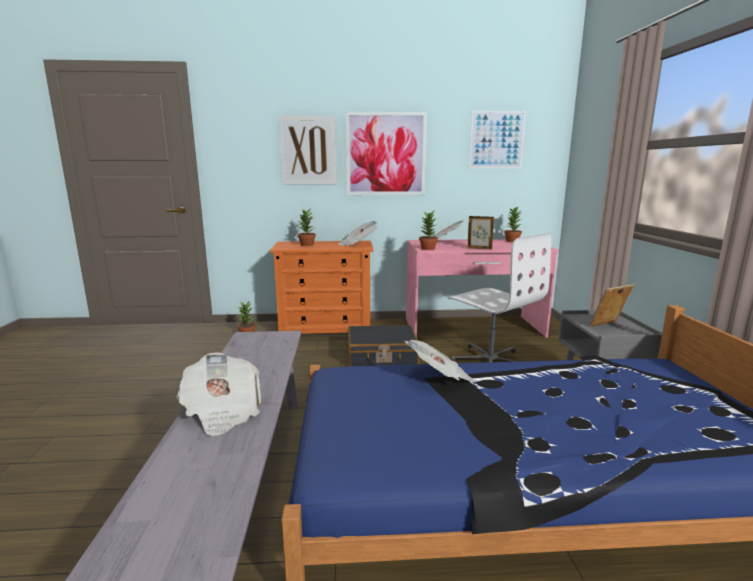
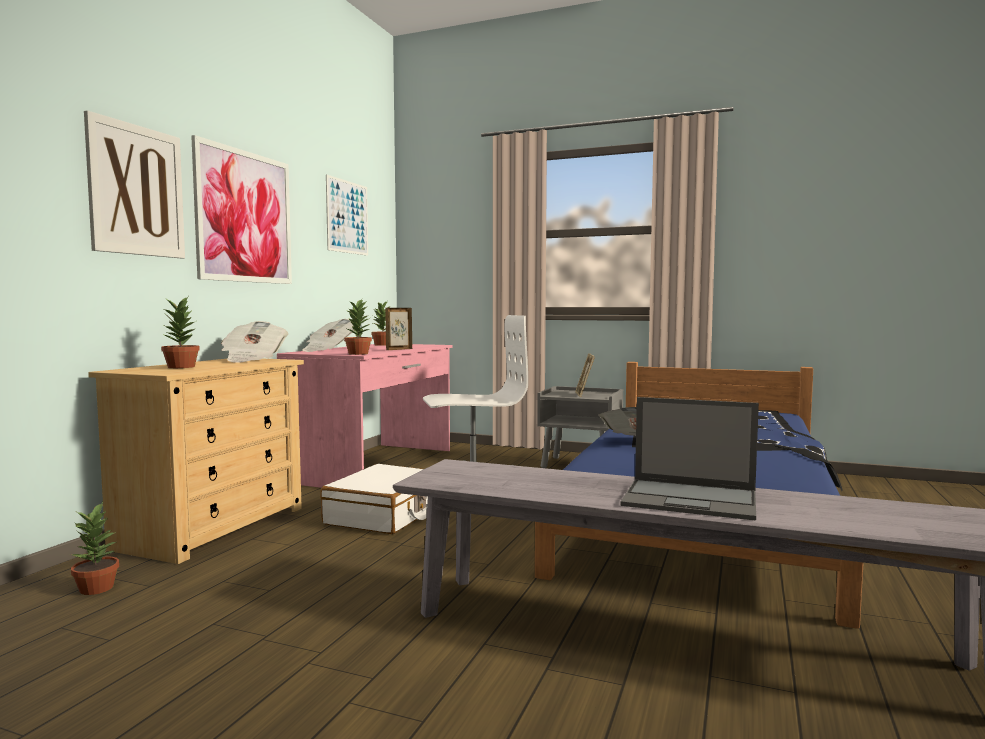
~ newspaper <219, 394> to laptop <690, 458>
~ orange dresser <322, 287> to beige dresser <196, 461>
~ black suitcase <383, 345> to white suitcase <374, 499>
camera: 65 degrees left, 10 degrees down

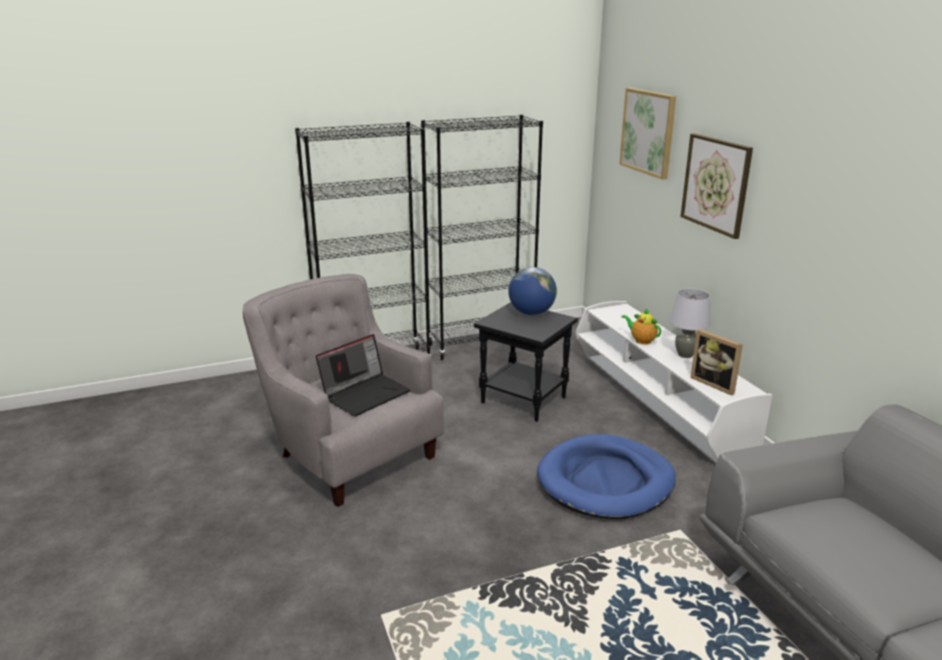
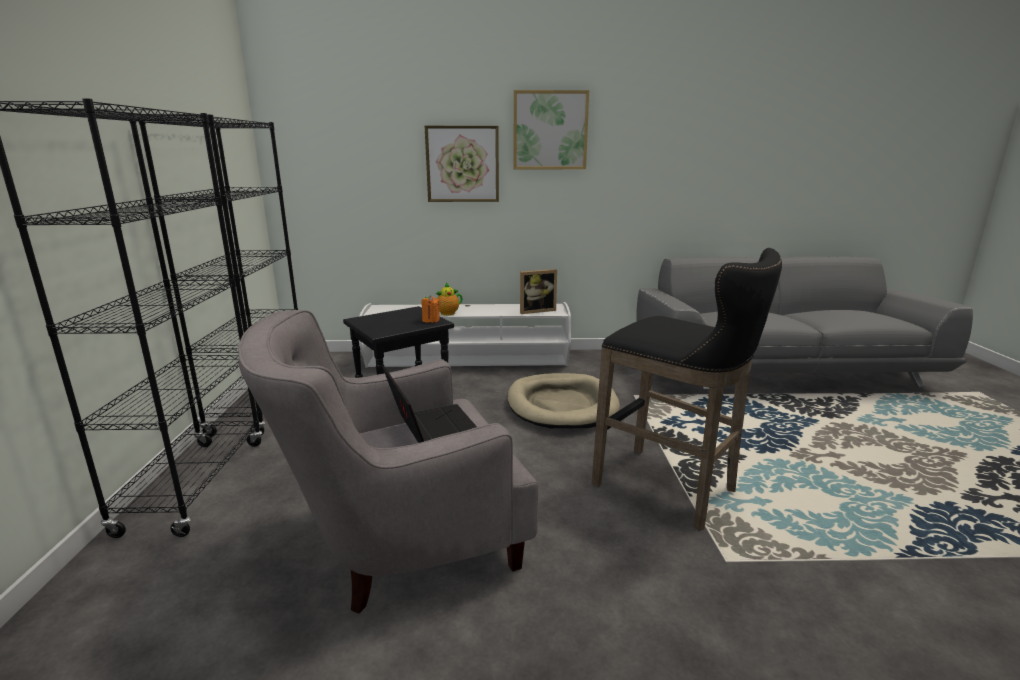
- globe <532, 291>
- grey table lamp <690, 323>
+ orange candle <430, 309>
+ black stool <687, 389>
~ picture <647, 134> to <551, 129>
~ blue dog bed <606, 476> to beige dog bed <563, 401>
camera: 70 degrees left, 5 degrees down

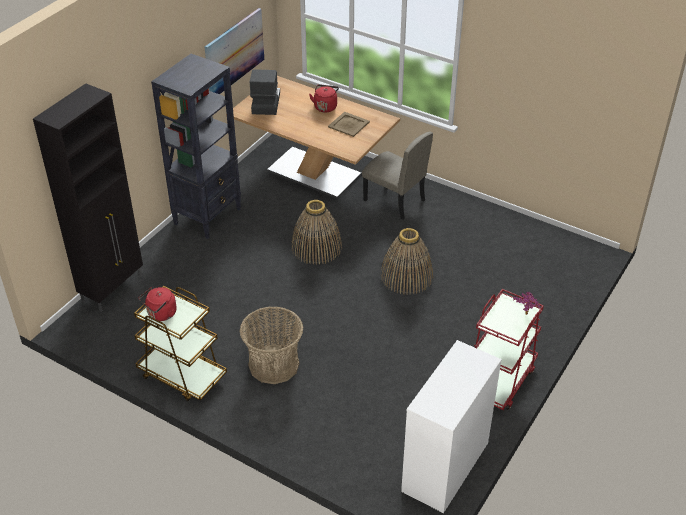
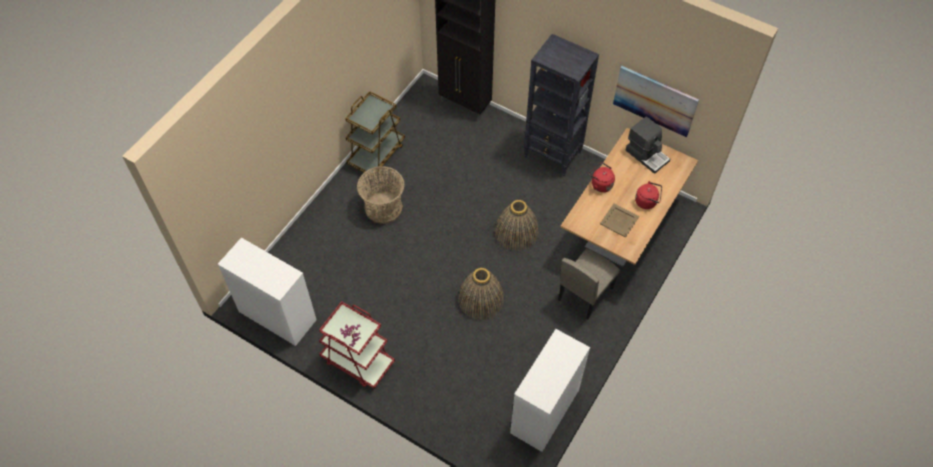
+ white dresser <550, 390>
~ red kettle <158, 304> to <602, 177>
~ coffee machine <265, 92> = <648, 145> 45 degrees clockwise
camera: 90 degrees right, 15 degrees up

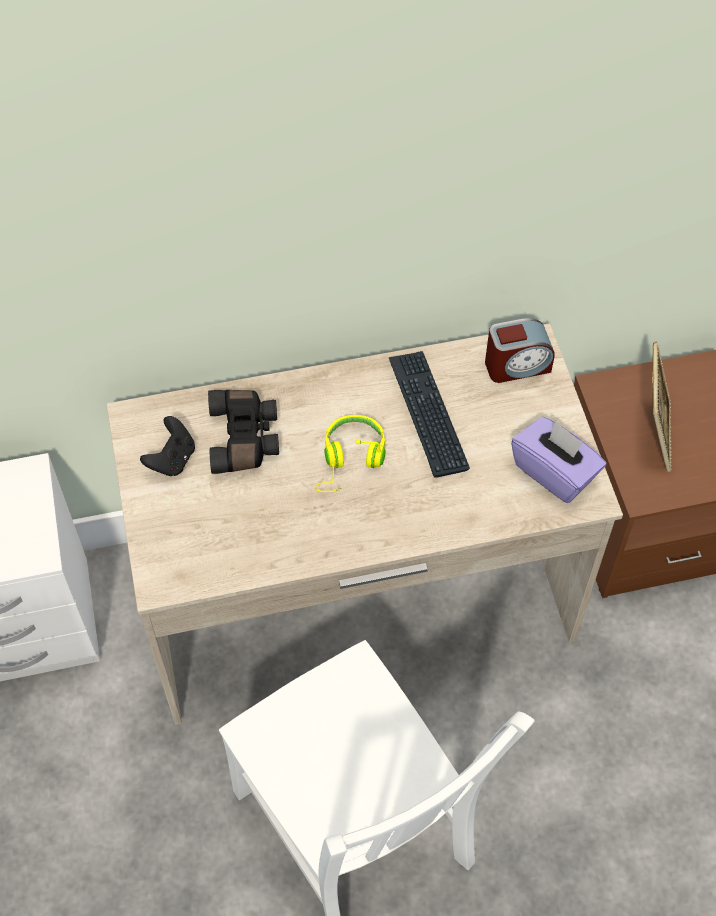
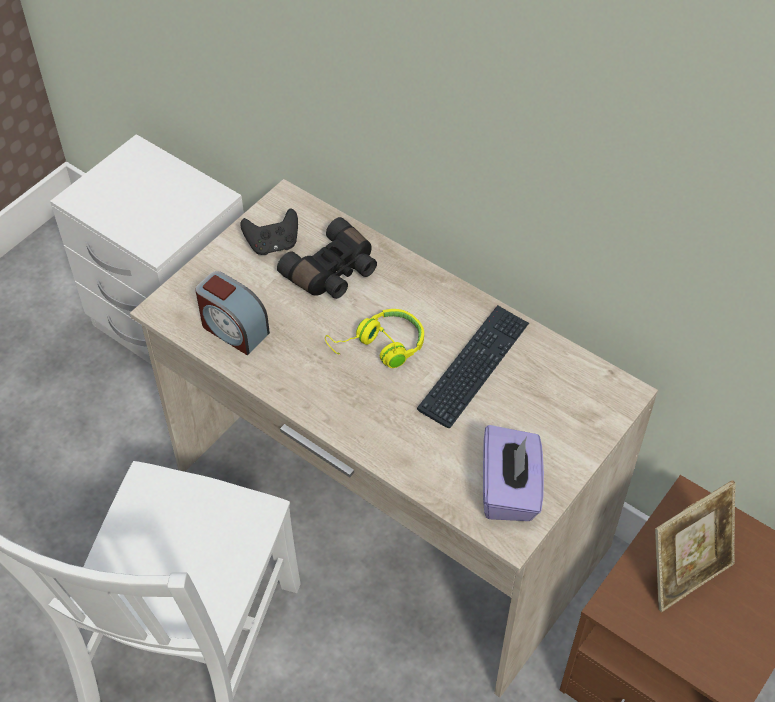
~ alarm clock <520, 350> to <233, 313>
camera: 50 degrees right, 5 degrees down

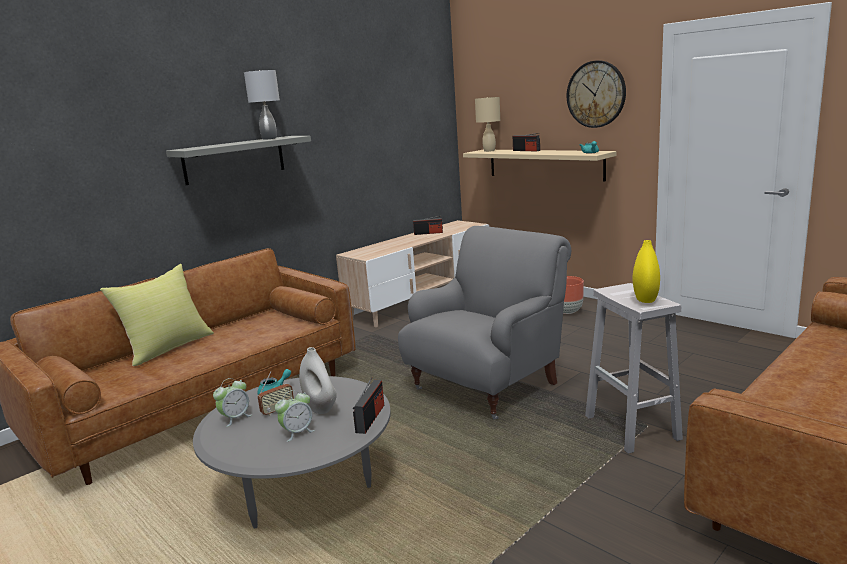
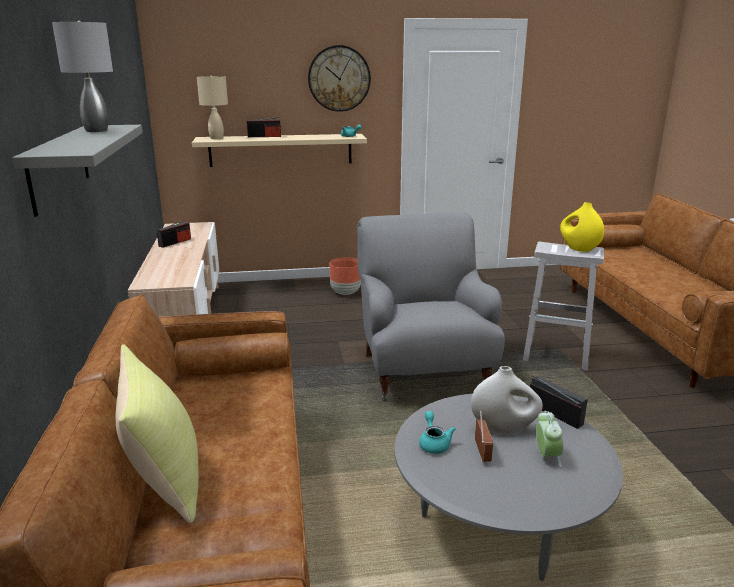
- alarm clock <232, 402>
camera: 55 degrees left, 5 degrees up

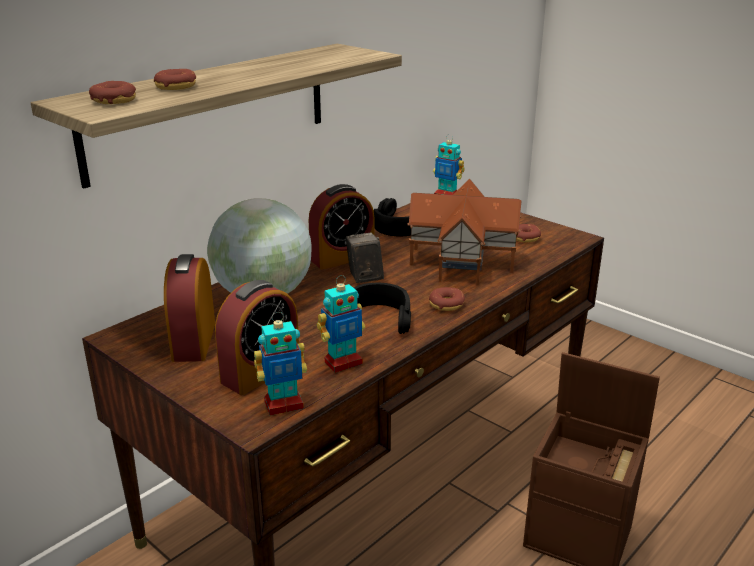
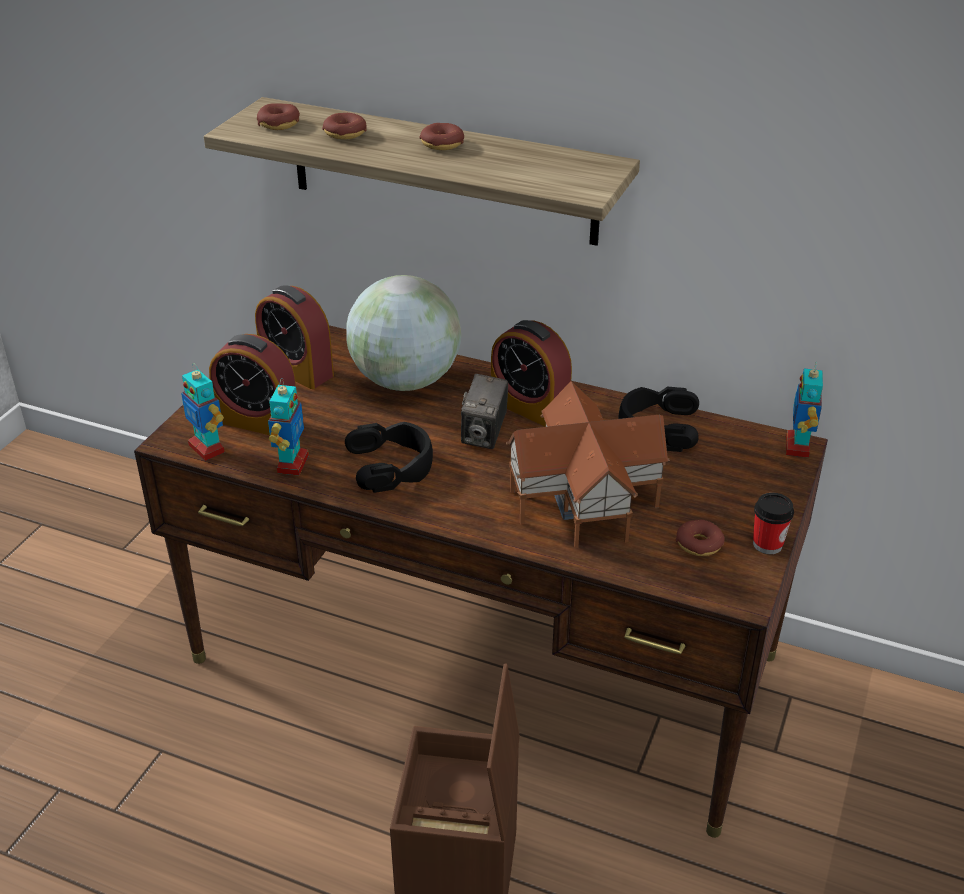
+ cup <773, 523>
~ donut <447, 299> to <442, 136>
~ alarm clock <189, 308> = <294, 337> 120 degrees counterclockwise
~ toy robot <341, 324> = <288, 427> 120 degrees counterclockwise
~ photo camera <365, 257> = <484, 411> 135 degrees clockwise
camera: 70 degrees right, 10 degrees up

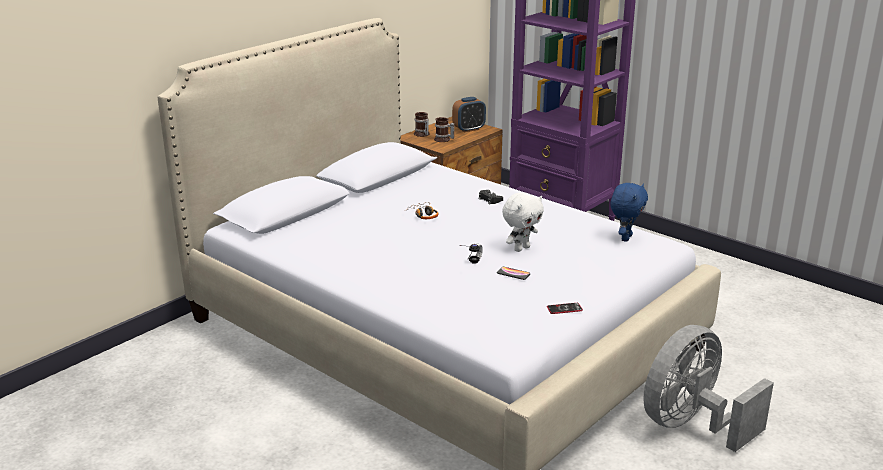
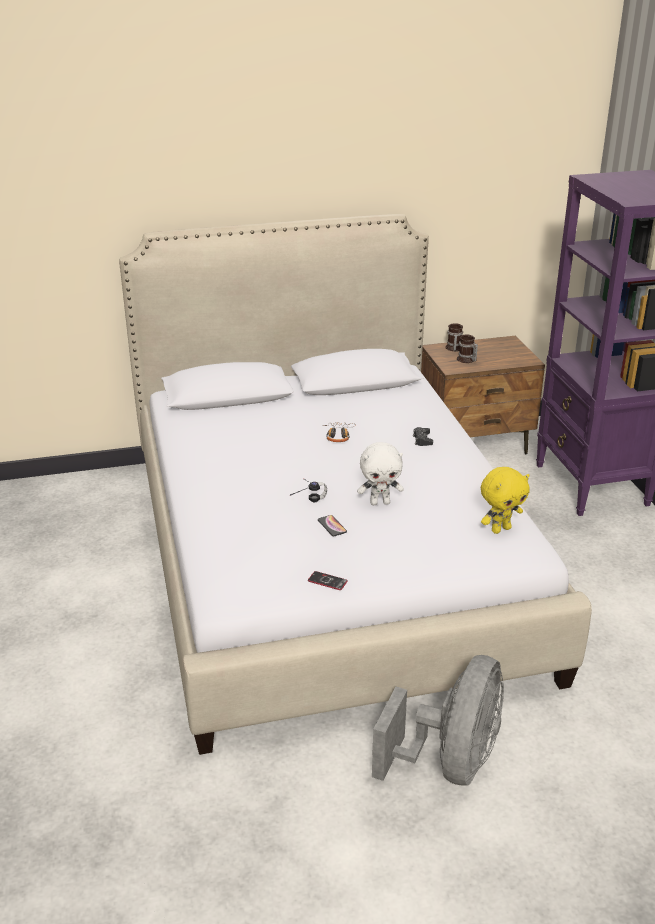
- alarm clock <469, 114>
~ blue plush toy <629, 212> to yellow plush toy <505, 500>
~ grey fan <708, 388> = <438, 720> 120 degrees clockwise
camera: 35 degrees right, 5 degrees up

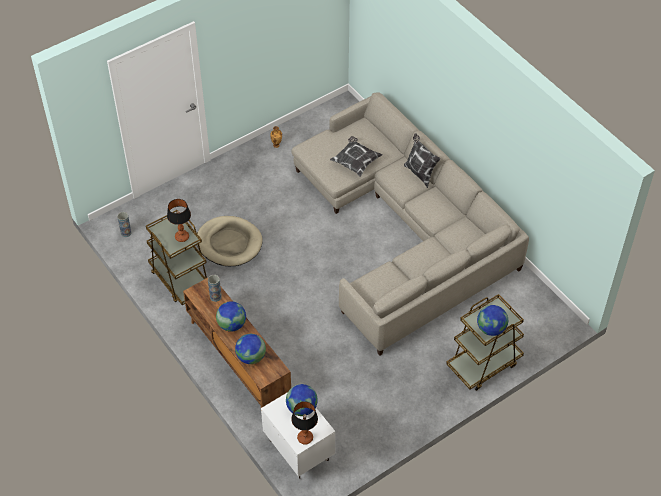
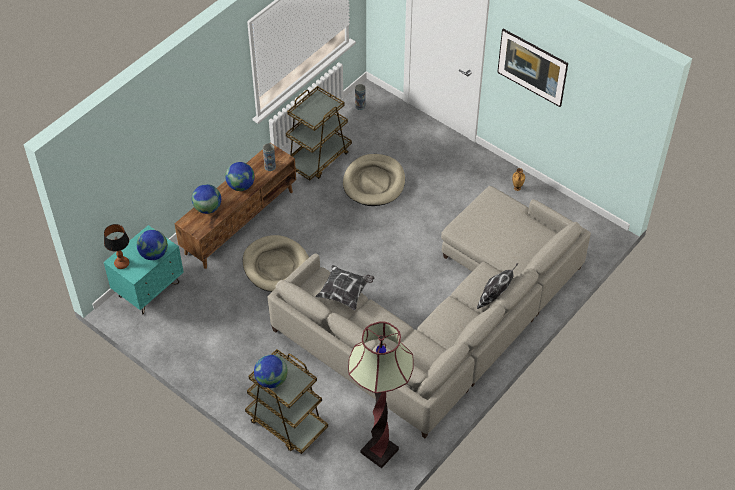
- table lamp <179, 220>
+ beige dog bed <275, 263>
+ floor lamp <381, 395>
+ picture <532, 68>
~ pillow <356, 156> to <344, 287>
~ white nightstand <298, 435> to turquoise nightstand <144, 269>
camera: 75 degrees right, 0 degrees up

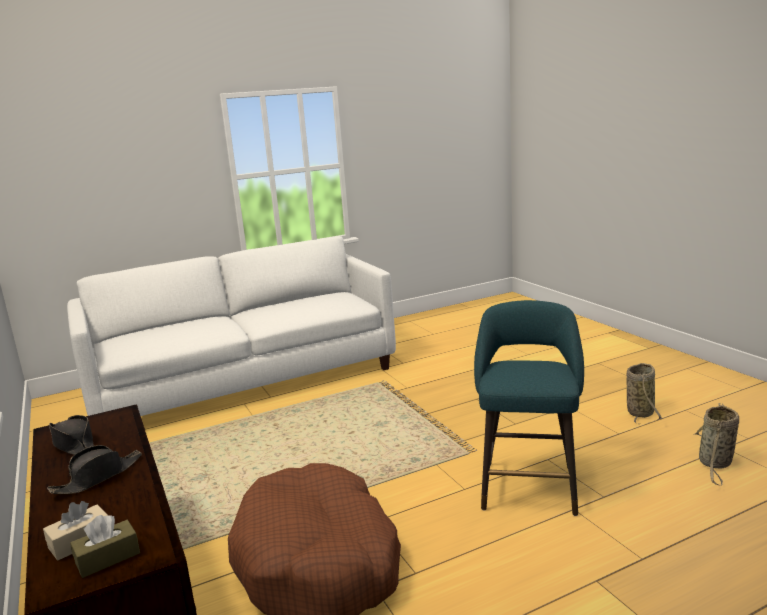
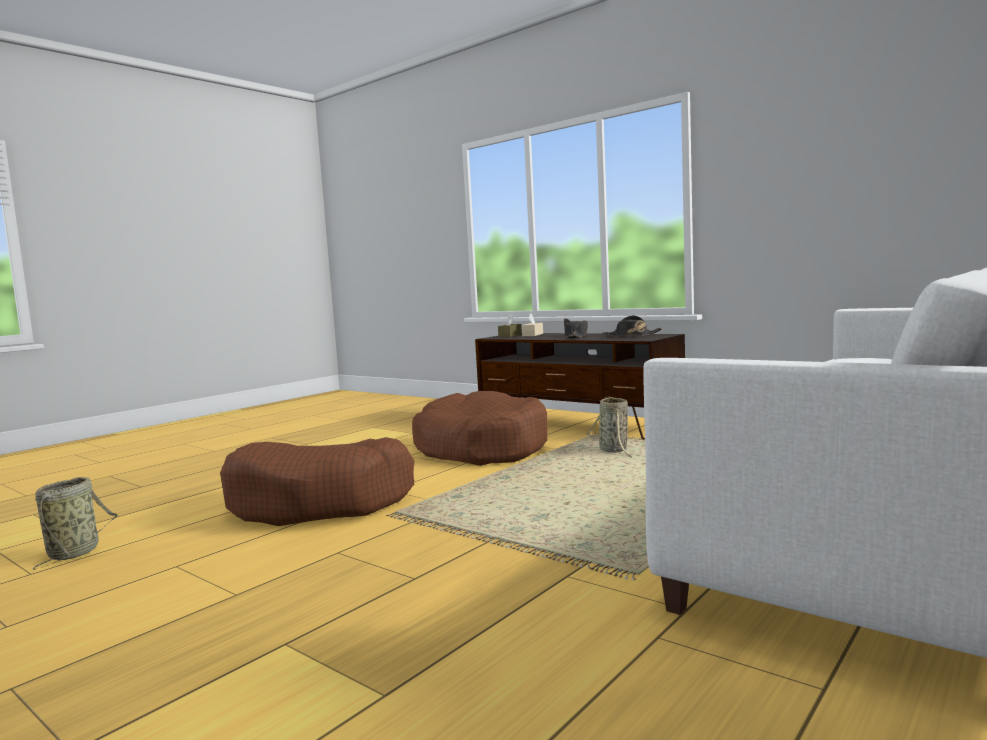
~ basket <644, 393> to <609, 427>
~ turquoise stool <529, 408> to brown dog bed <317, 481>
camera: 155 degrees right, 10 degrees down

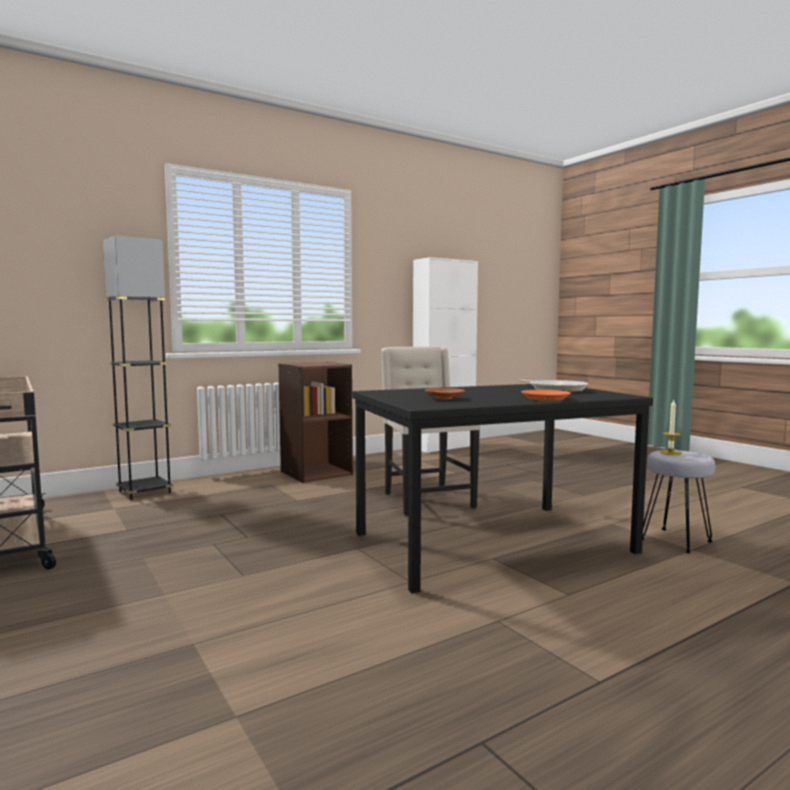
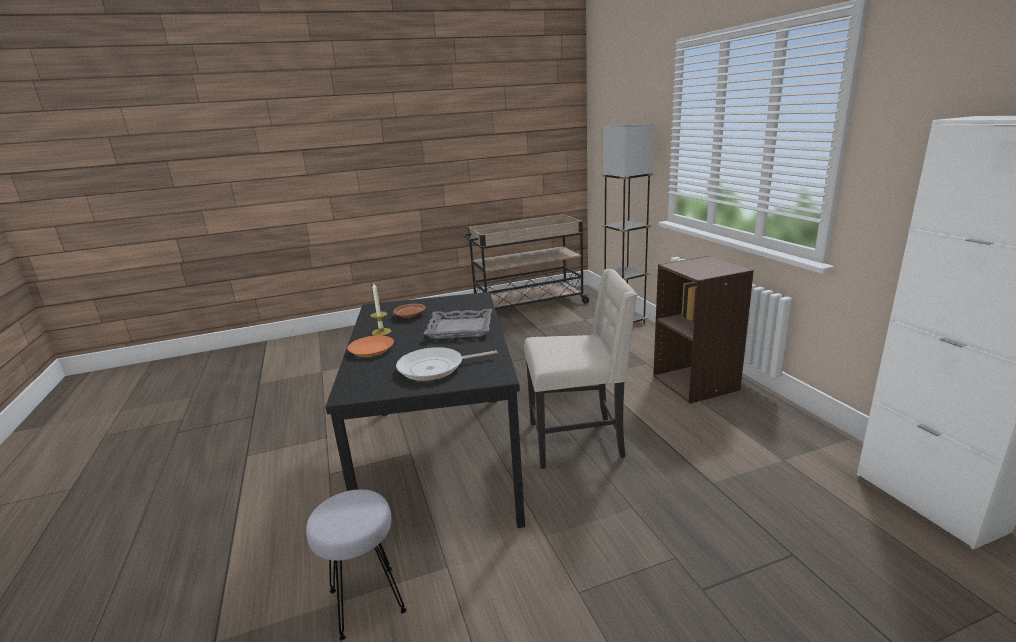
+ grey tray <458, 324>
~ candle <671, 427> to <380, 309>
camera: 105 degrees right, 15 degrees up

